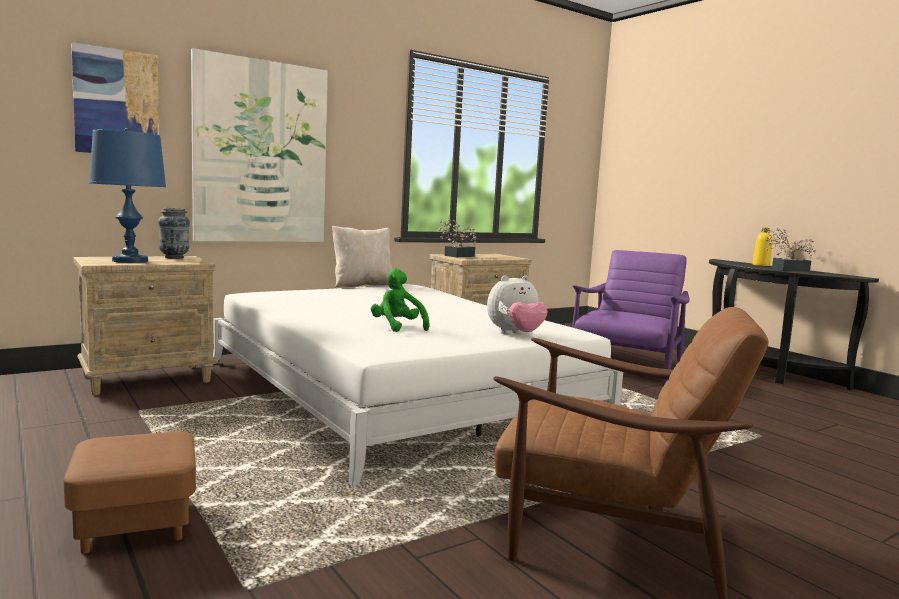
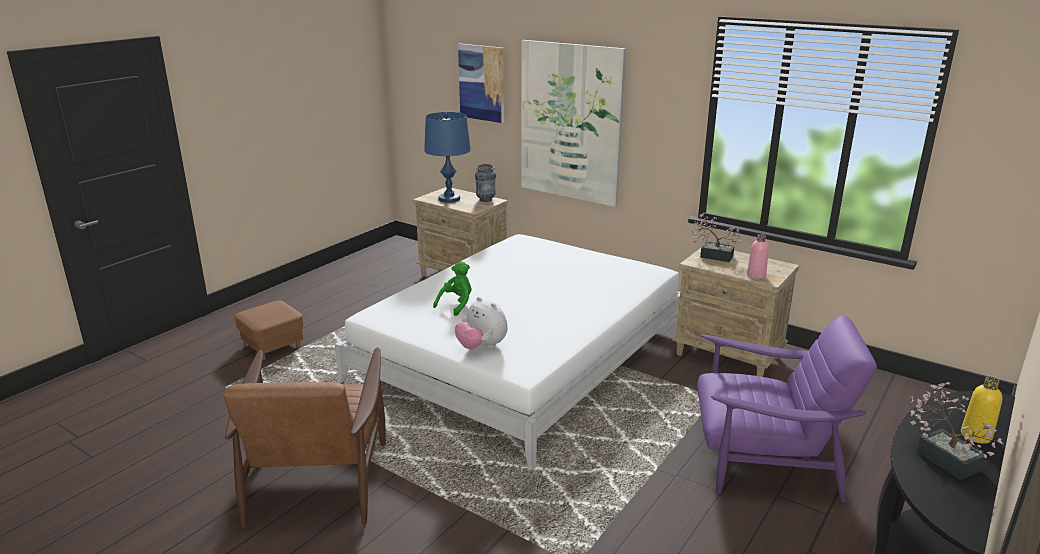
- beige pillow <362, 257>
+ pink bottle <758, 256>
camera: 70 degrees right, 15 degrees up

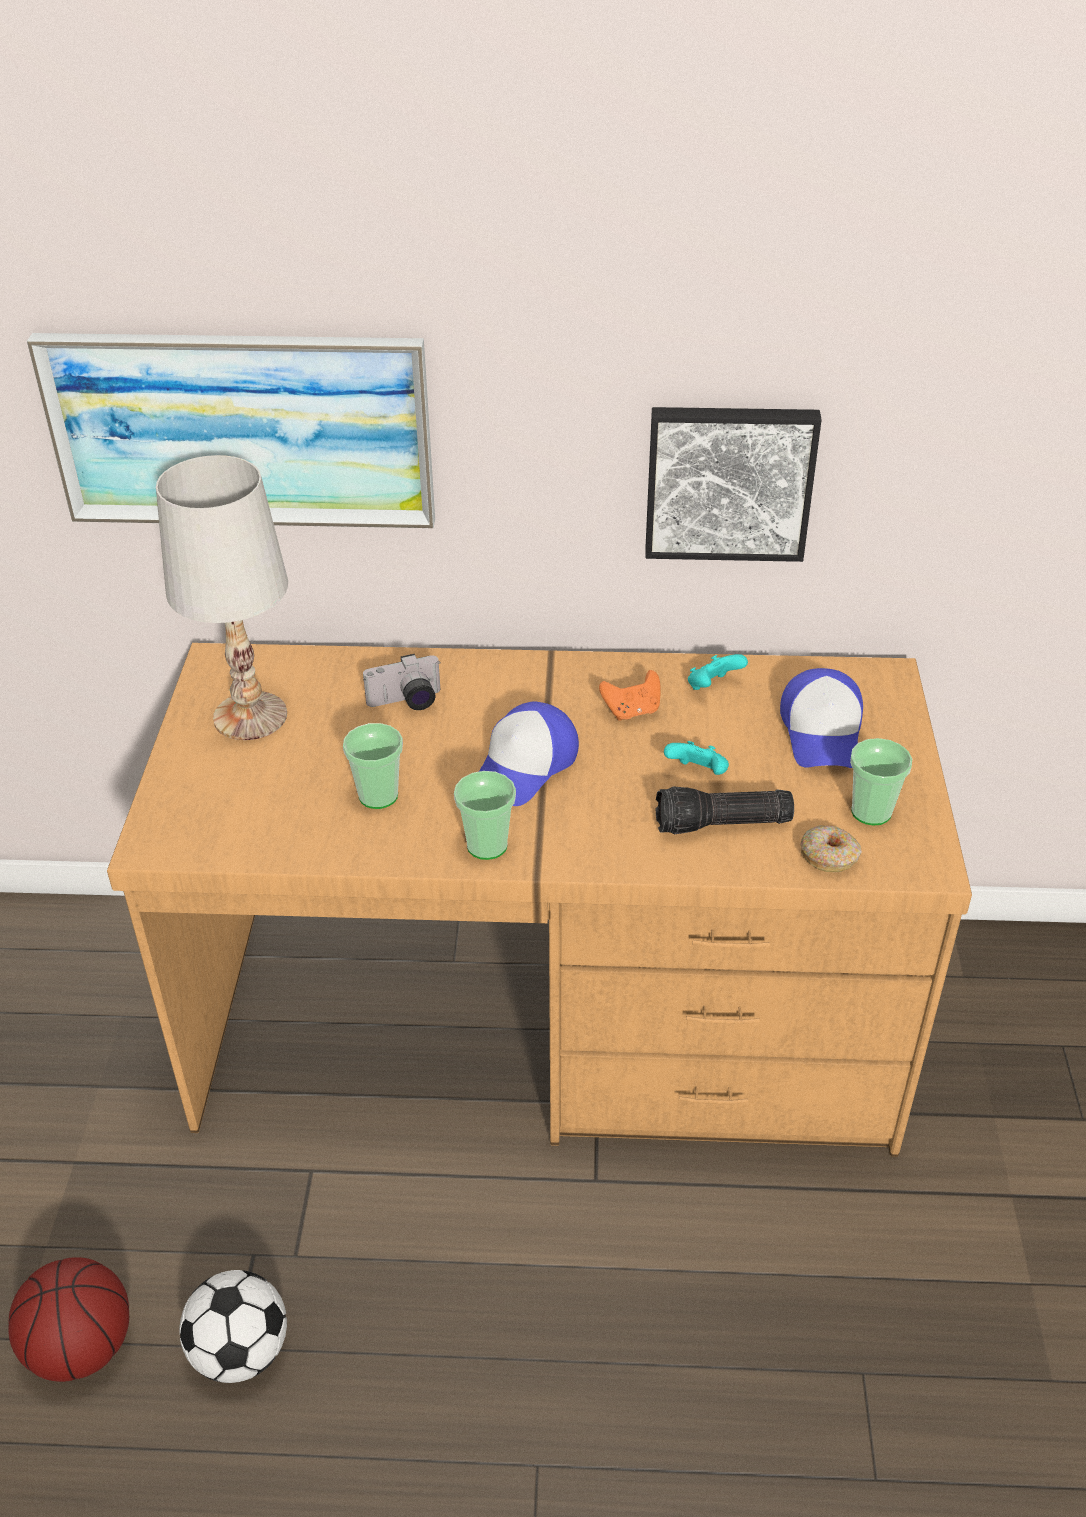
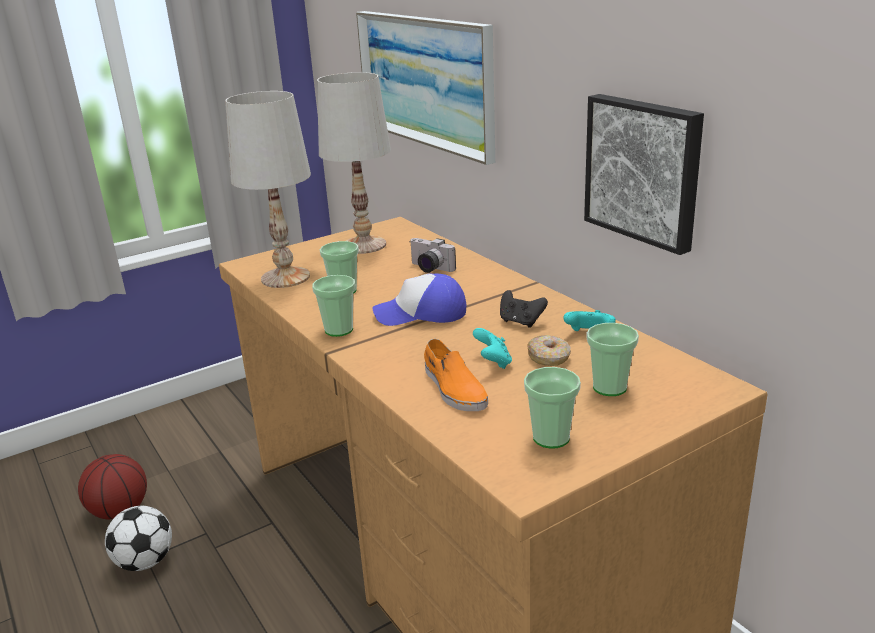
+ white table lamp <268, 189>
~ donut <831, 848> to <549, 350>
~ flashlight <725, 810> to orange shoe <456, 375>
~ cap <821, 718> to cup <613, 359>
~ orange game controller <630, 695> to black game controller <524, 309>
camera: 55 degrees right, 15 degrees down

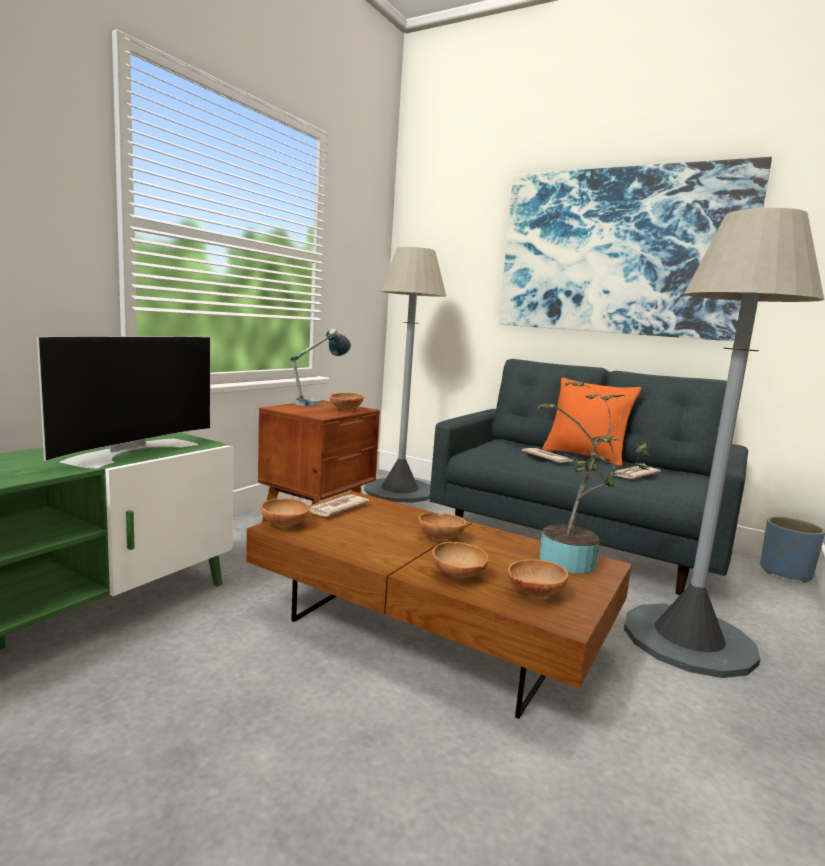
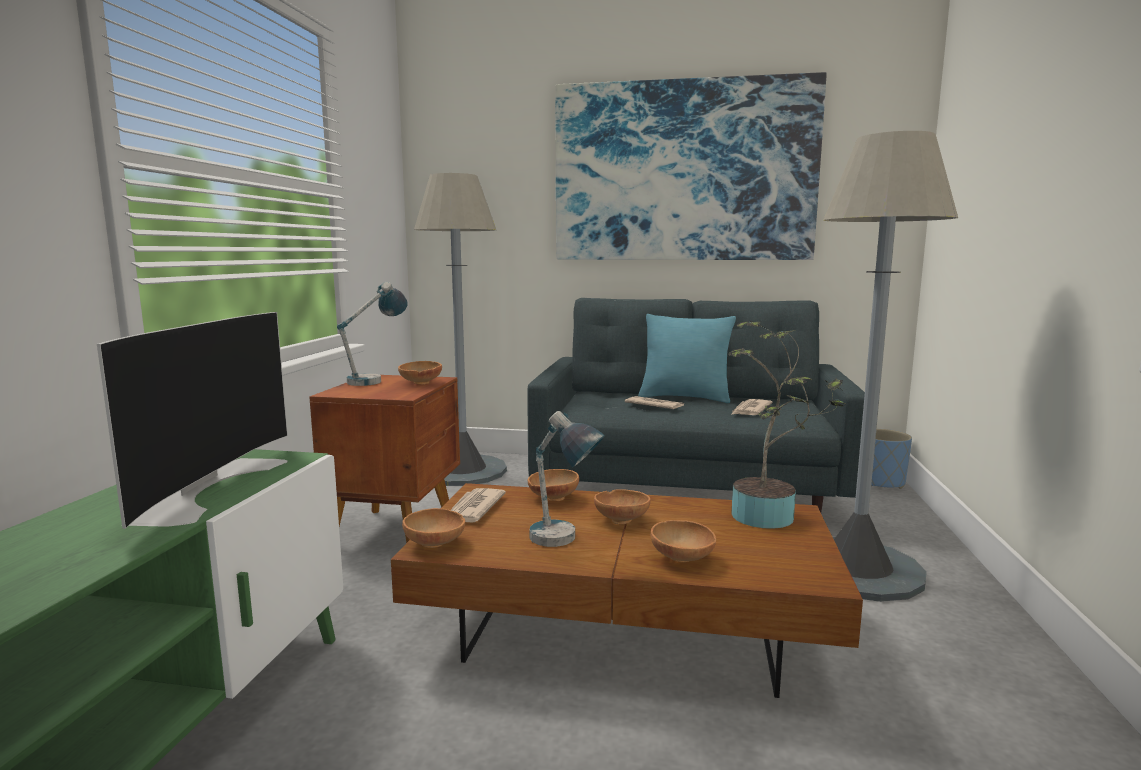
+ table lamp <566, 479>
~ brown bowl <538, 579> to <553, 485>
~ orange pillow <591, 422> to turquoise pillow <687, 358>
camera: 20 degrees left, 0 degrees up

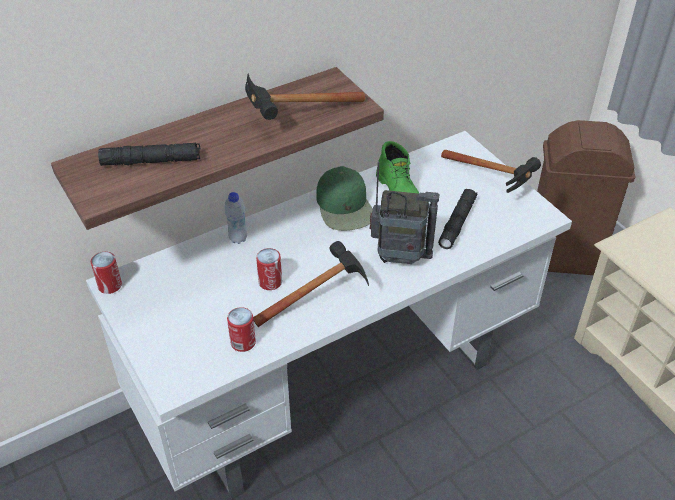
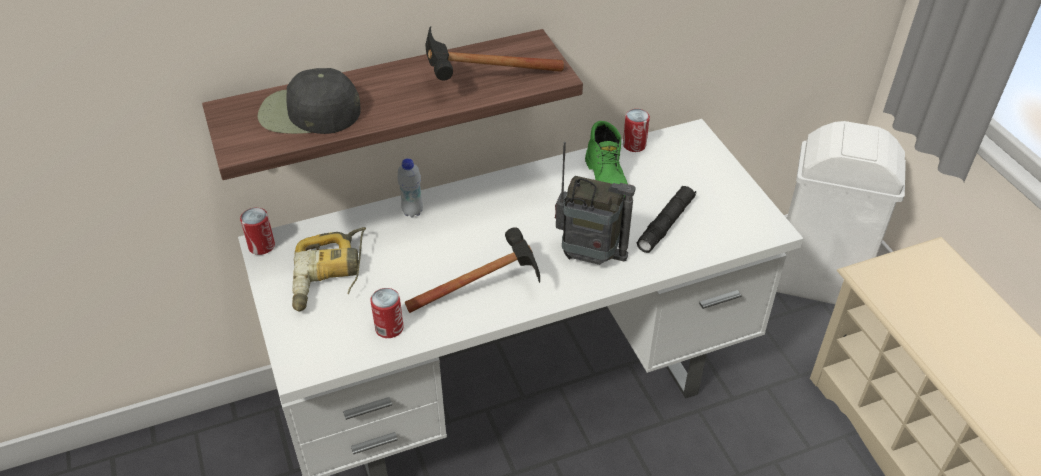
- green cap <344, 198>
- hammer <491, 171>
+ power drill <329, 269>
~ can <269, 269> to <636, 130>
~ black flashlight <149, 154> to black cap <309, 101>
~ brown trash can <586, 197> to white trash can <841, 212>
camera: 10 degrees right, 0 degrees up

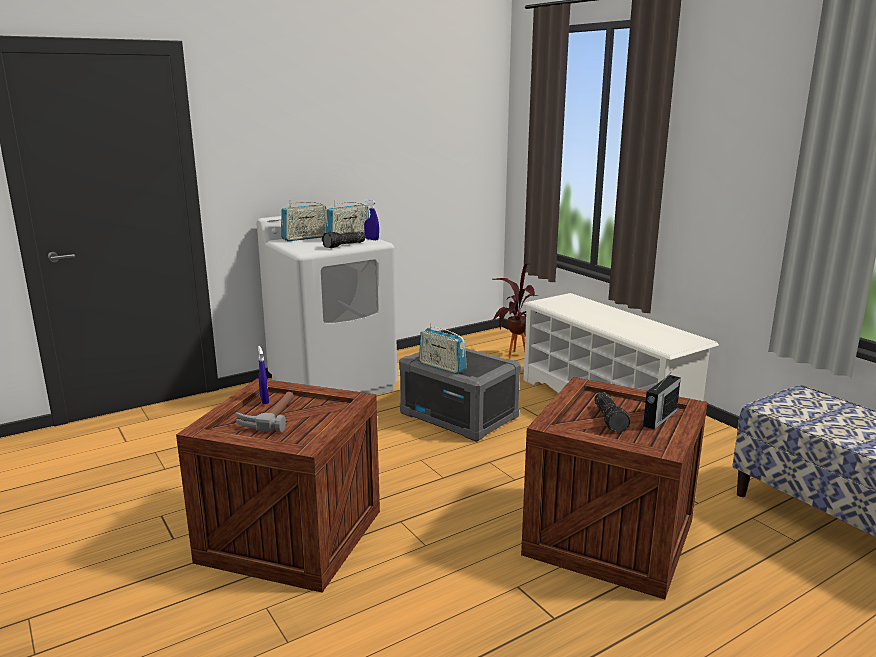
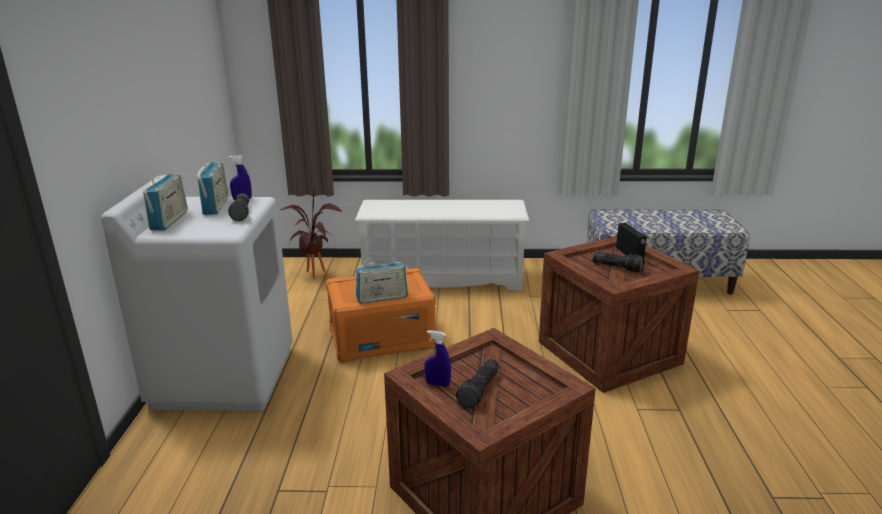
~ hammer <264, 412> to flashlight <477, 383>
~ grey storage box <460, 395> to orange storage box <381, 315>
camera: 55 degrees left, 5 degrees up

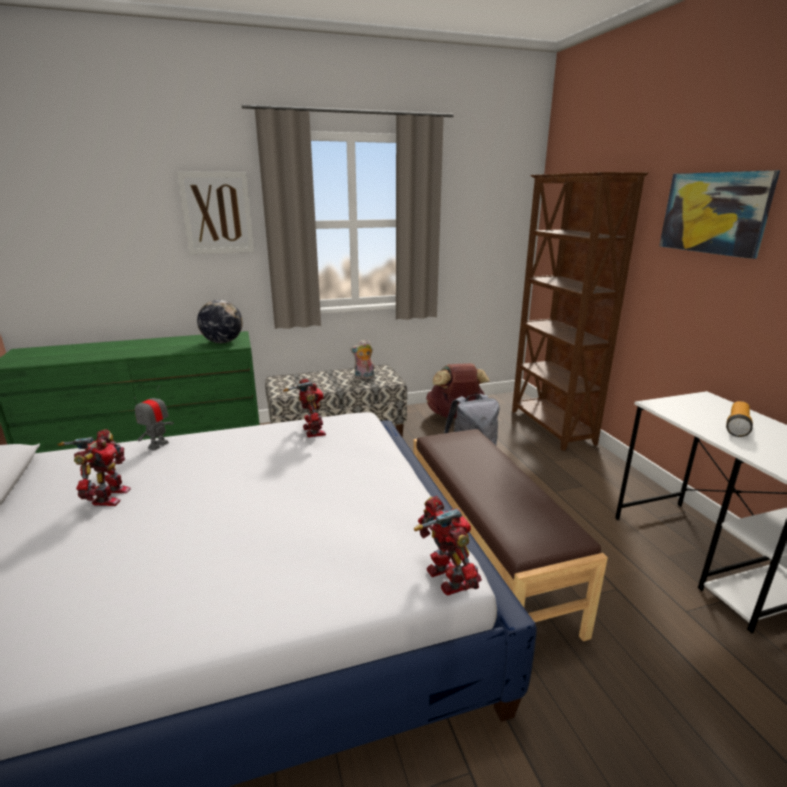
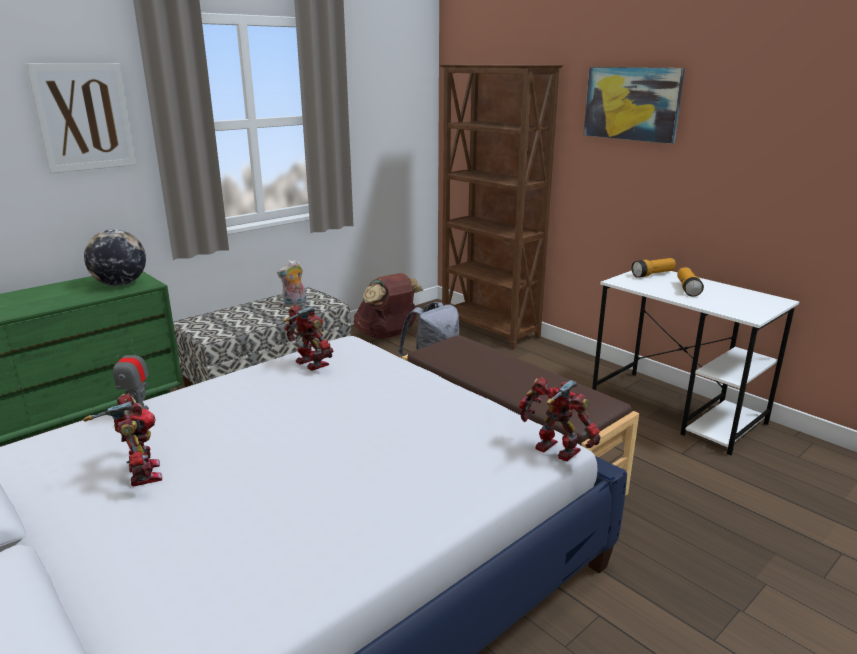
+ flashlight <653, 268>
camera: 25 degrees left, 0 degrees up

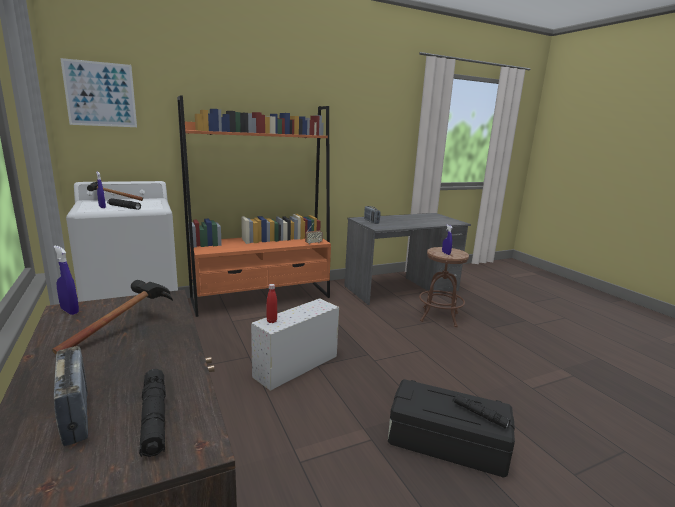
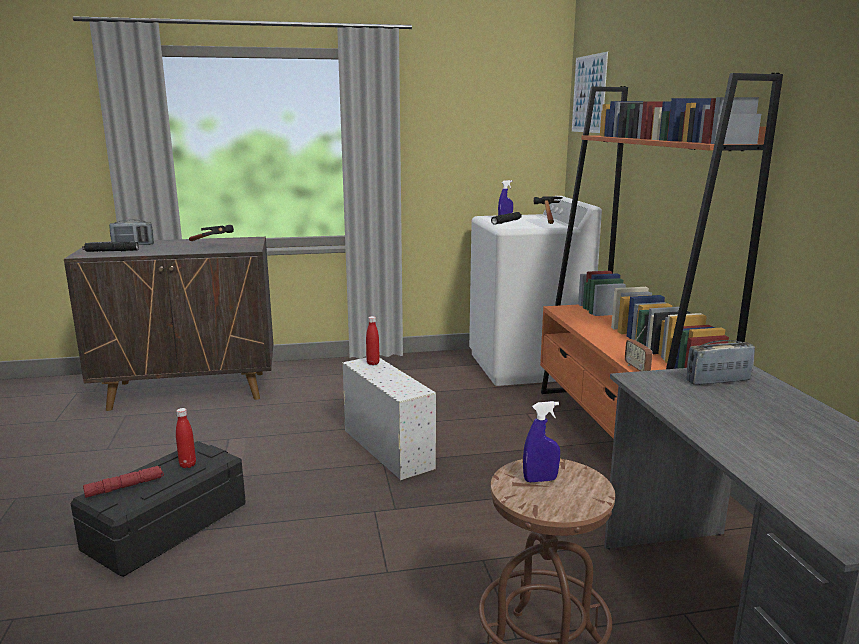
- blue spray bottle <66, 280>
+ red bottle <186, 438>
~ black flashlight <481, 411> to red flashlight <123, 482>
camera: 105 degrees right, 0 degrees up

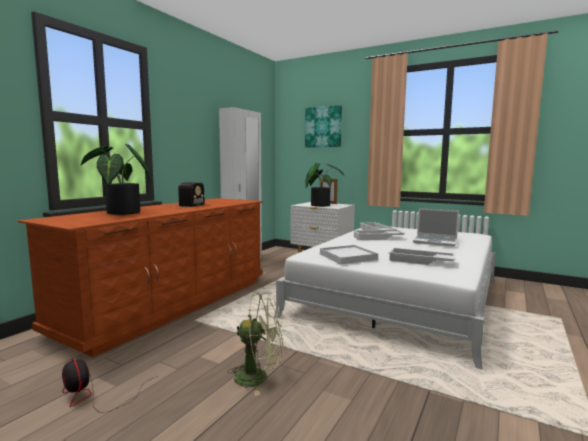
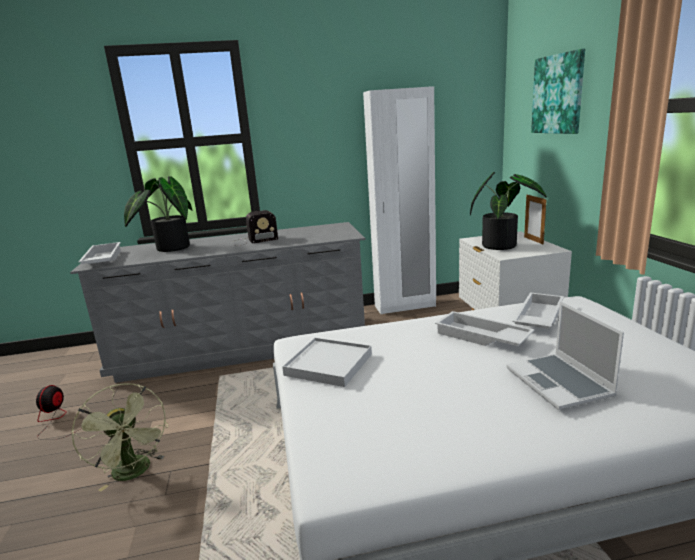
~ white tray <422, 256> to <99, 253>
~ brown dresser <140, 277> to grey dresser <218, 302>
camera: 50 degrees right, 10 degrees up

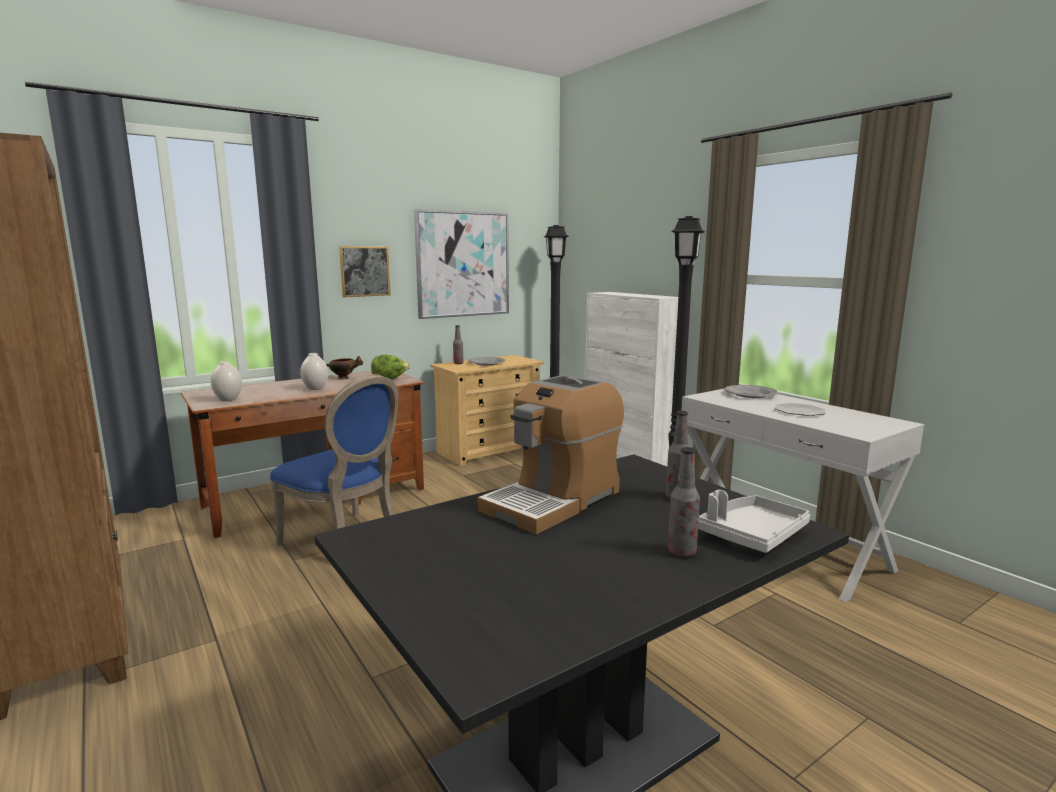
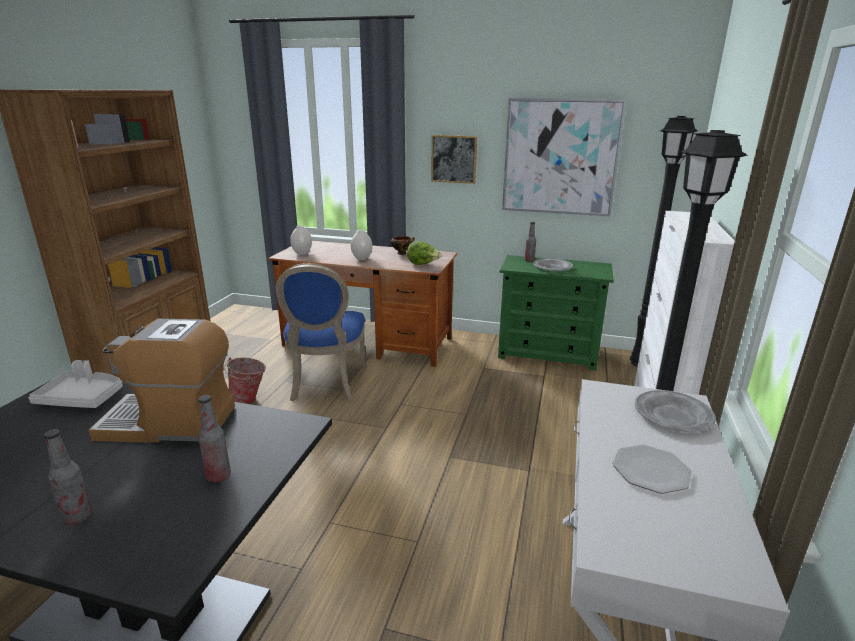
+ bucket <245, 380>
~ grey tray <754, 521> to <76, 384>
~ beige dresser <487, 410> to green dresser <556, 313>
camera: 50 degrees right, 10 degrees up

